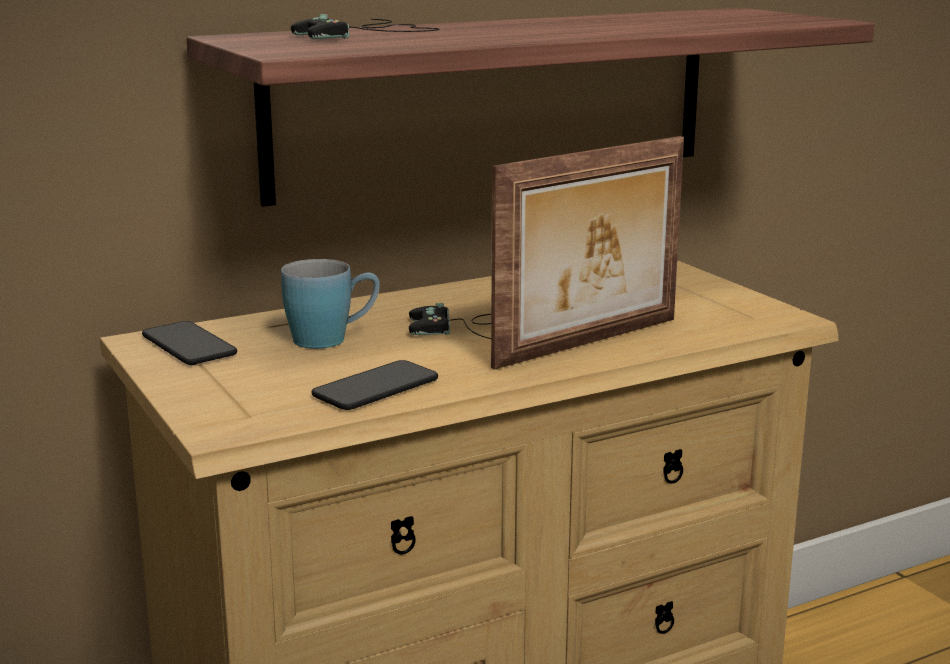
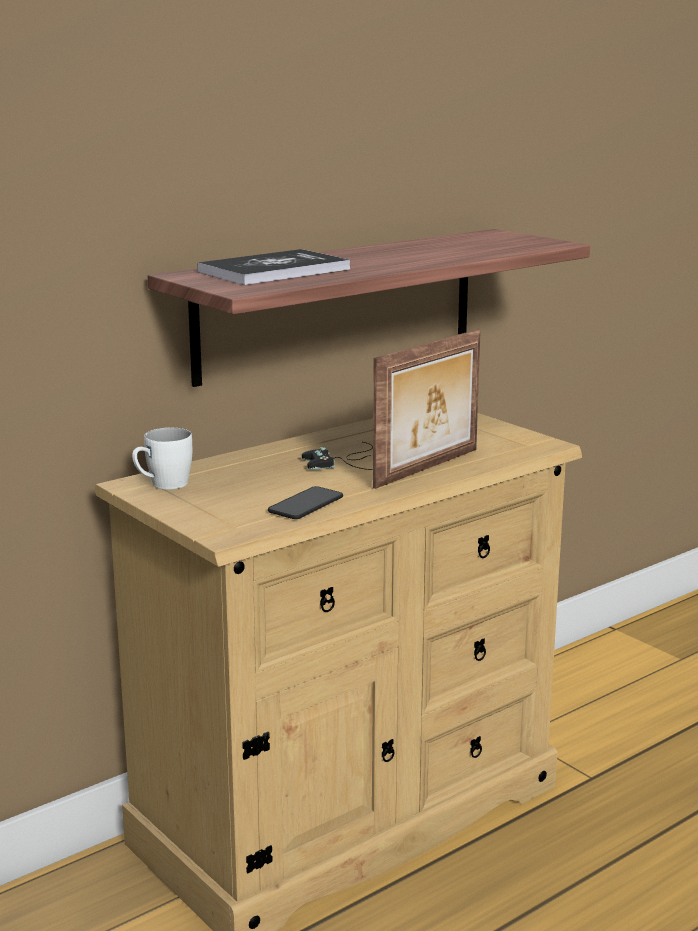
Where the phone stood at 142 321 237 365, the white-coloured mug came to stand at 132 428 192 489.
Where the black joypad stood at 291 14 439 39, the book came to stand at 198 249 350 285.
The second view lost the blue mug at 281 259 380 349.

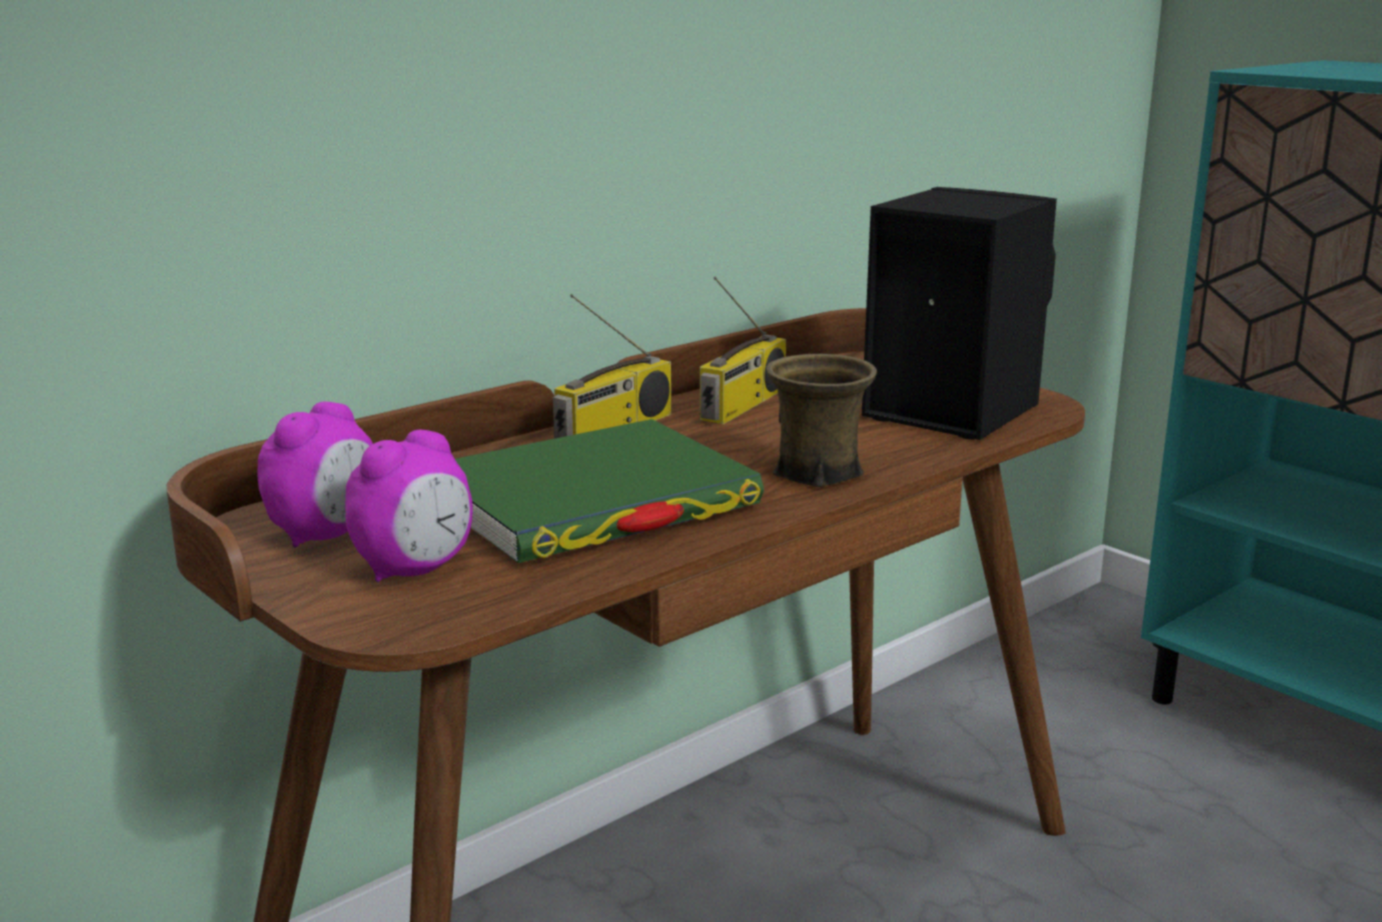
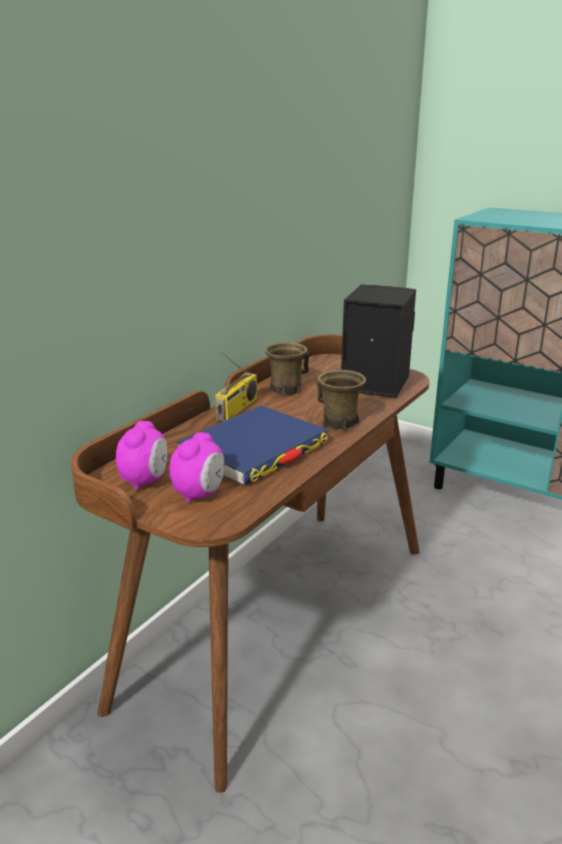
What was the green-coloured book at 455 419 764 563 turned into the blue book at 176 405 329 486.
Where the radio stood at 700 277 786 424, the brown mug came to stand at 264 342 310 396.

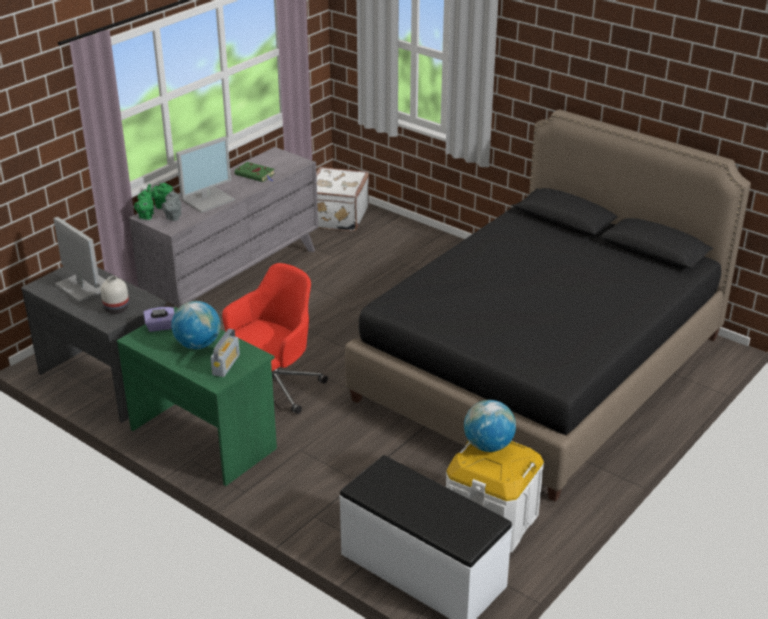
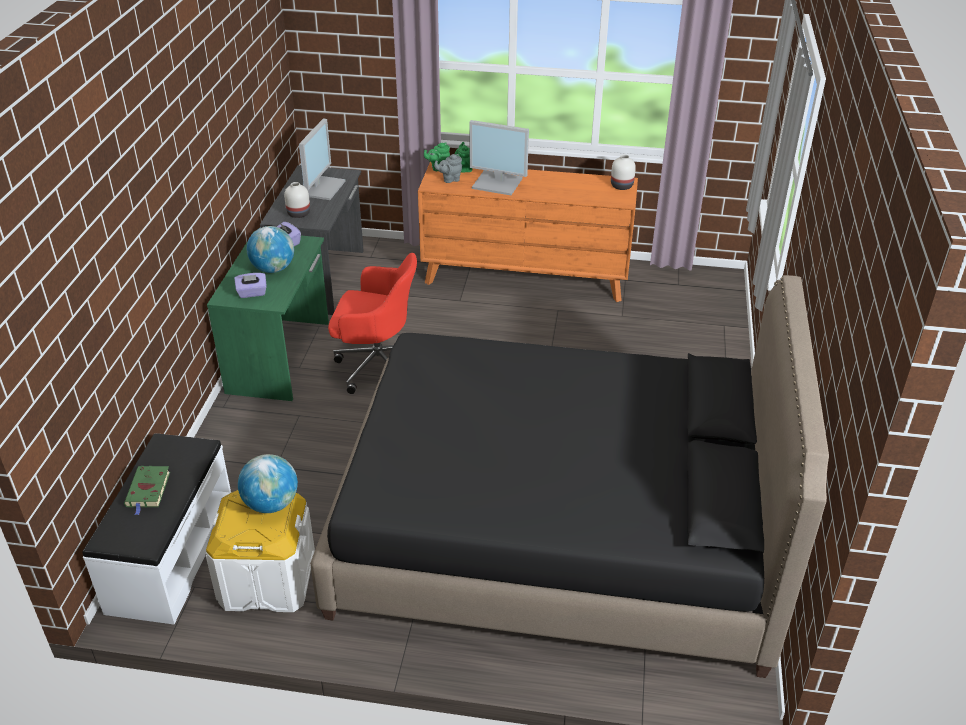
The green-coloured book ended up elsewhere, having gone from 235 162 274 182 to 124 466 170 515.
Where the radio stood at 210 329 240 377, the purple-coloured box of tissues came to stand at 234 273 267 298.
What was the grey dresser at 129 147 318 307 turned into the orange dresser at 418 162 638 302.
The second view gained the white-coloured flower vase at 611 154 636 190.
The second view lost the white-coloured piece of luggage at 316 167 369 232.

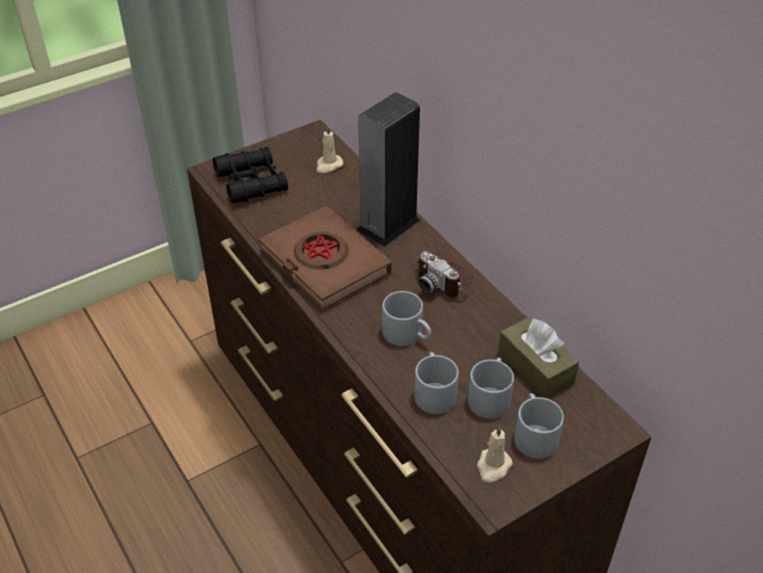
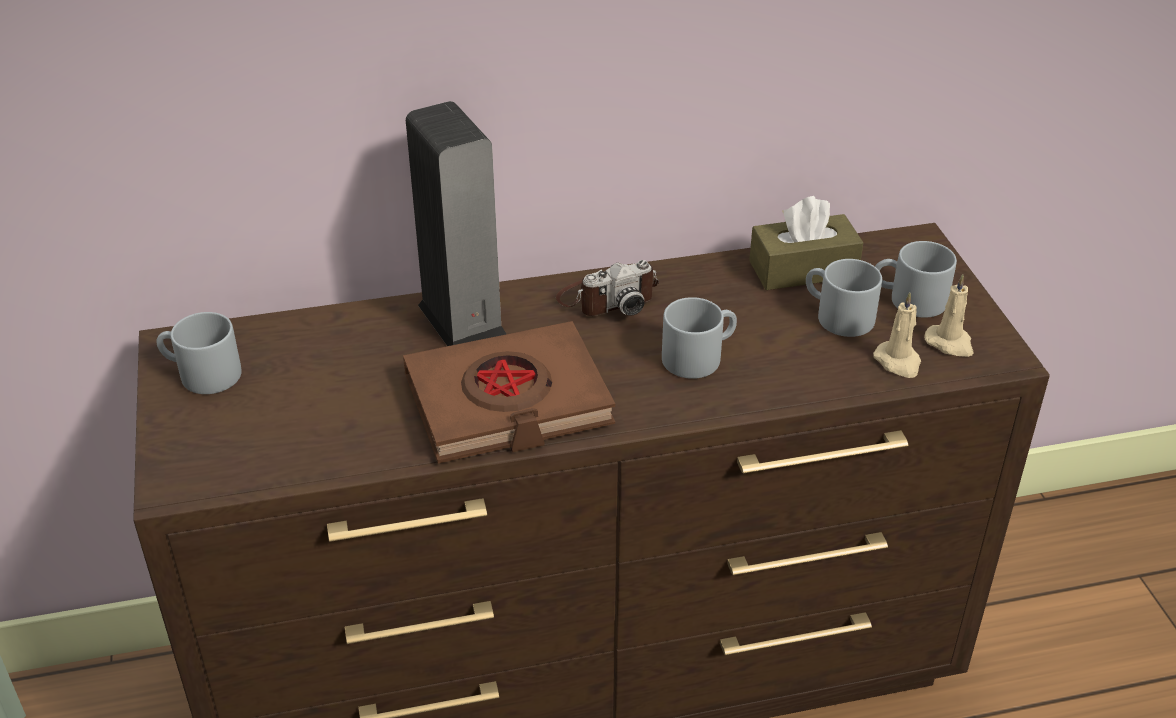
The grey mug ended up elsewhere, having gone from 414 352 459 414 to 156 312 242 394.
The sand-coloured wax candle ended up elsewhere, having gone from 316 125 343 173 to 873 292 921 378.
The second view lost the black pair of binoculars at 213 147 288 203.

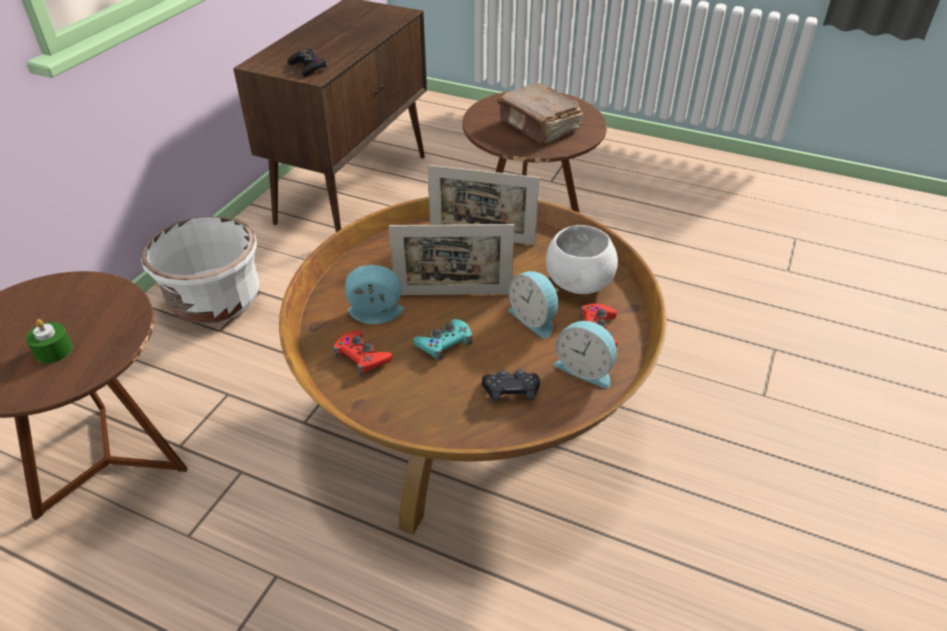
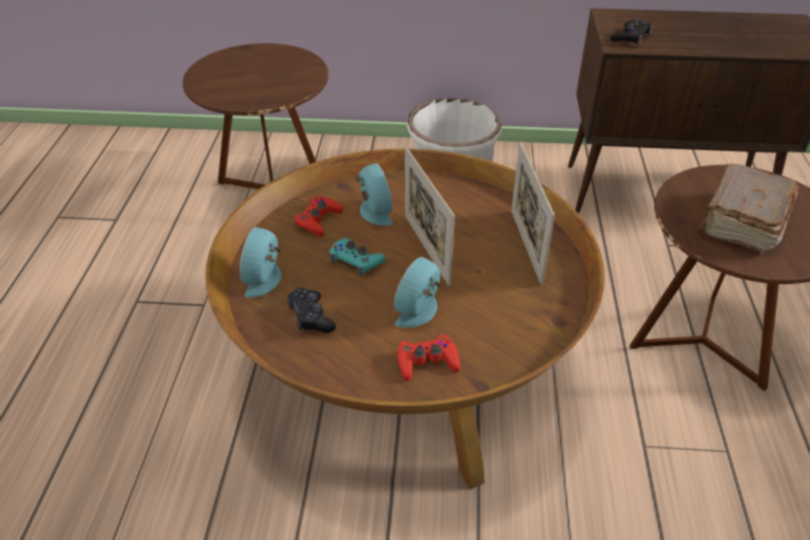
The alarm clock ended up elsewhere, having gone from 554 321 617 388 to 240 227 281 298.
The second view lost the green-coloured wax candle at 26 319 73 364.
The second view lost the white-coloured deep dish at 546 225 618 294.

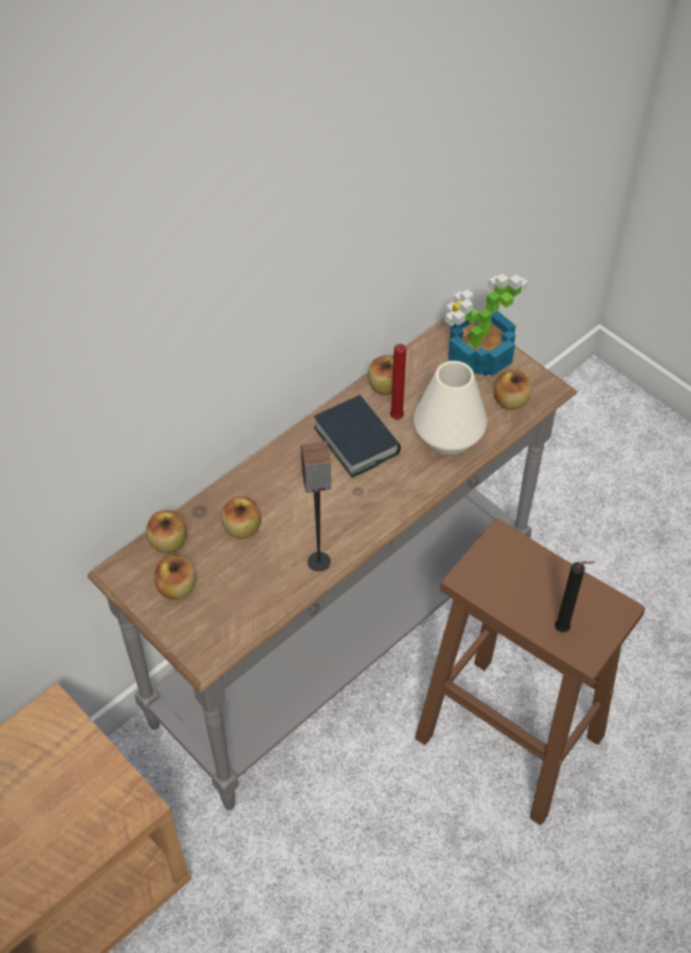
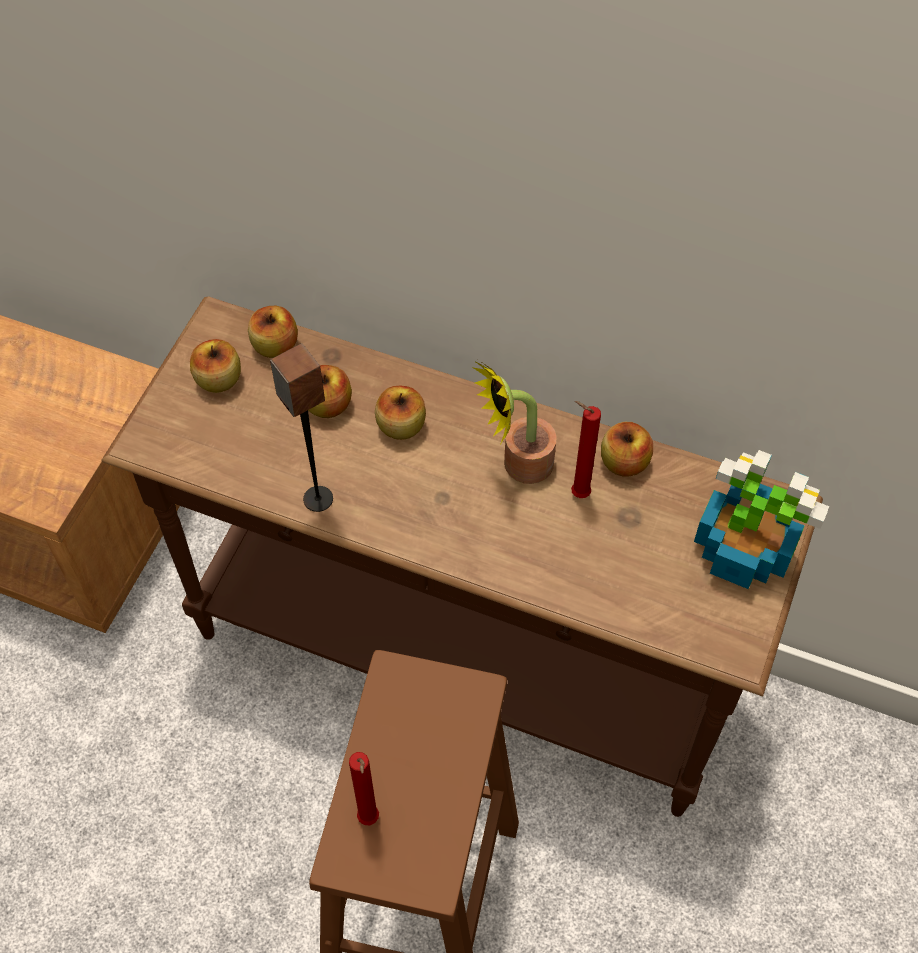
What was the grey console table at 87 317 577 810 turned into the brown console table at 101 296 823 817.
What was the black wax candle at 555 561 595 632 turned into the red-coloured wax candle at 349 752 379 825.
The whole apple ended up elsewhere, having gone from 494 370 532 410 to 375 386 426 440.
Where the book stood at 314 395 401 478, the plant in a pot came to stand at 474 361 557 484.
The second view lost the white-coloured flower vase at 413 361 487 456.

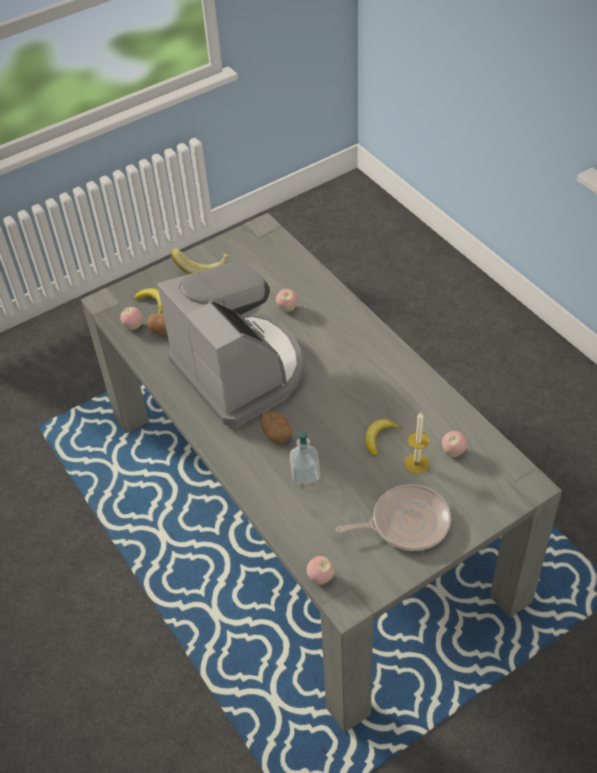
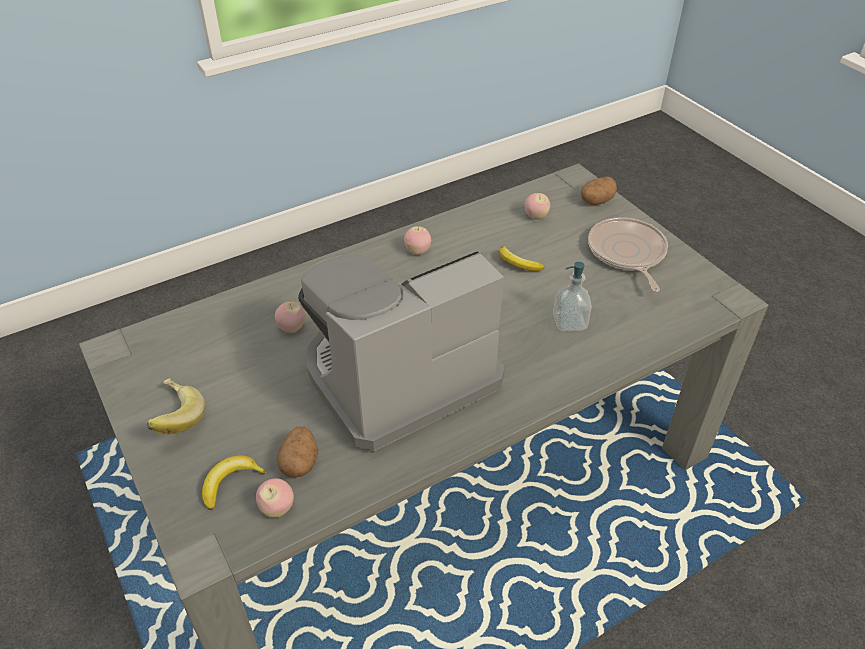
The whole apple ended up elsewhere, having gone from 307 556 335 585 to 404 226 431 255.
The potato ended up elsewhere, having gone from 261 411 292 443 to 581 177 617 205.
The second view lost the wax candle at 404 412 430 474.

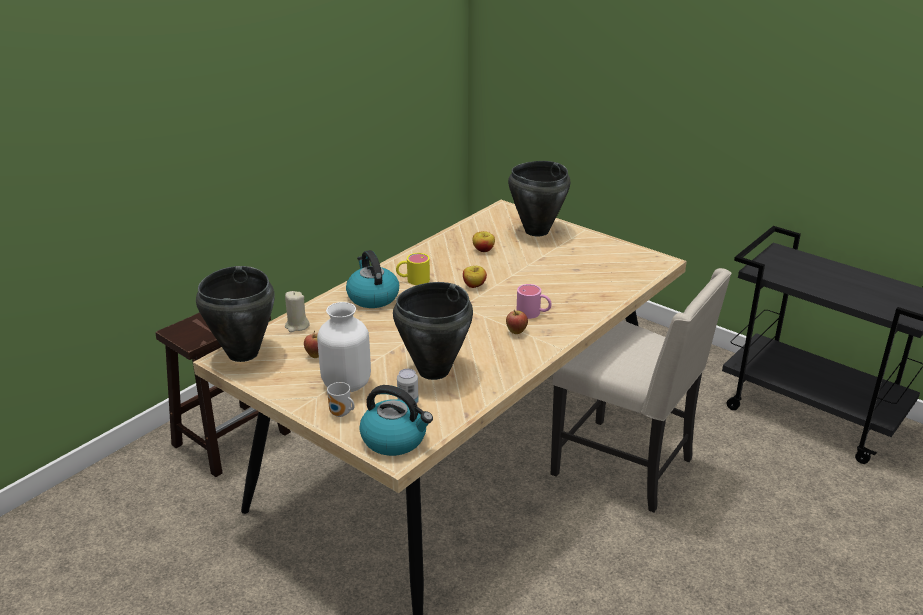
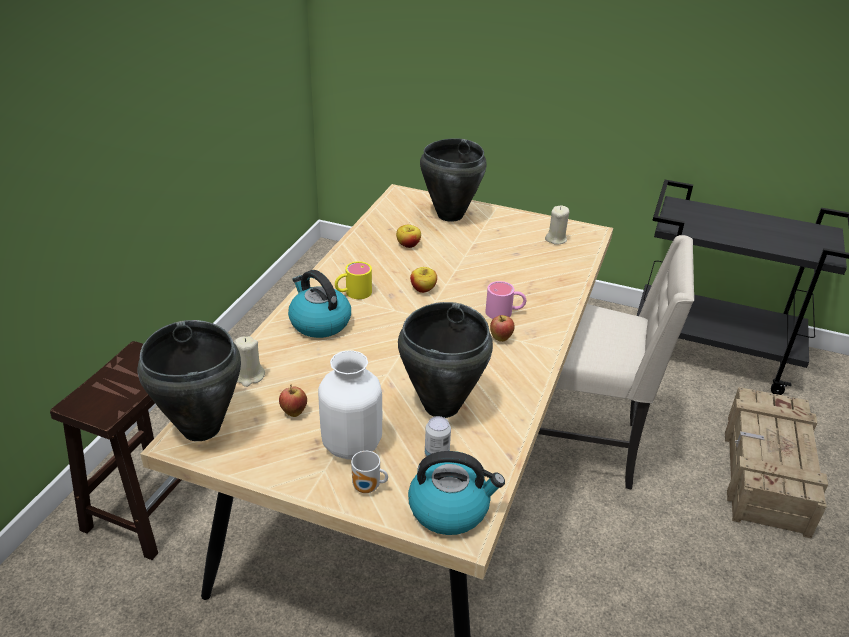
The second view gained the sand-coloured wax candle at 545 205 570 245.
The second view gained the packing crate at 725 387 828 538.

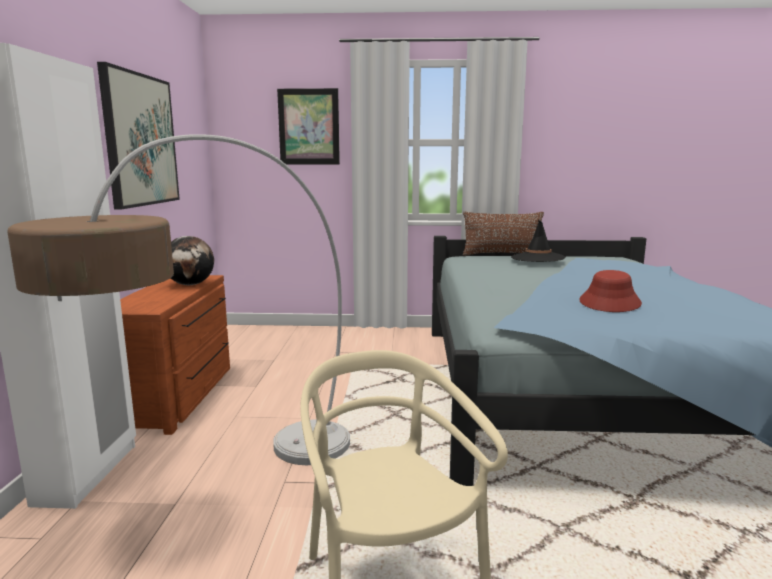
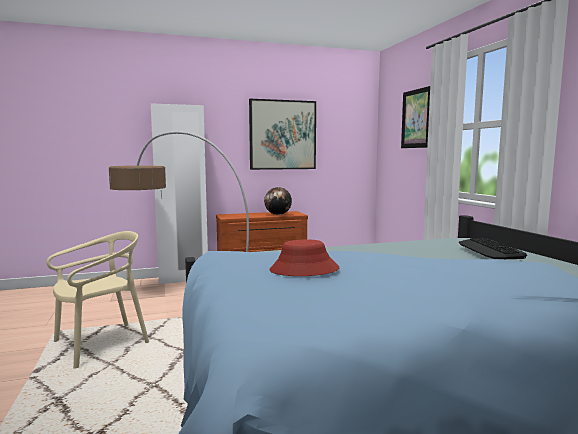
Where the black clothing hat stood at 511 220 566 262, the PC keyboard came to stand at 459 238 527 259.
The second view lost the brown throw pillow at 463 211 544 256.

